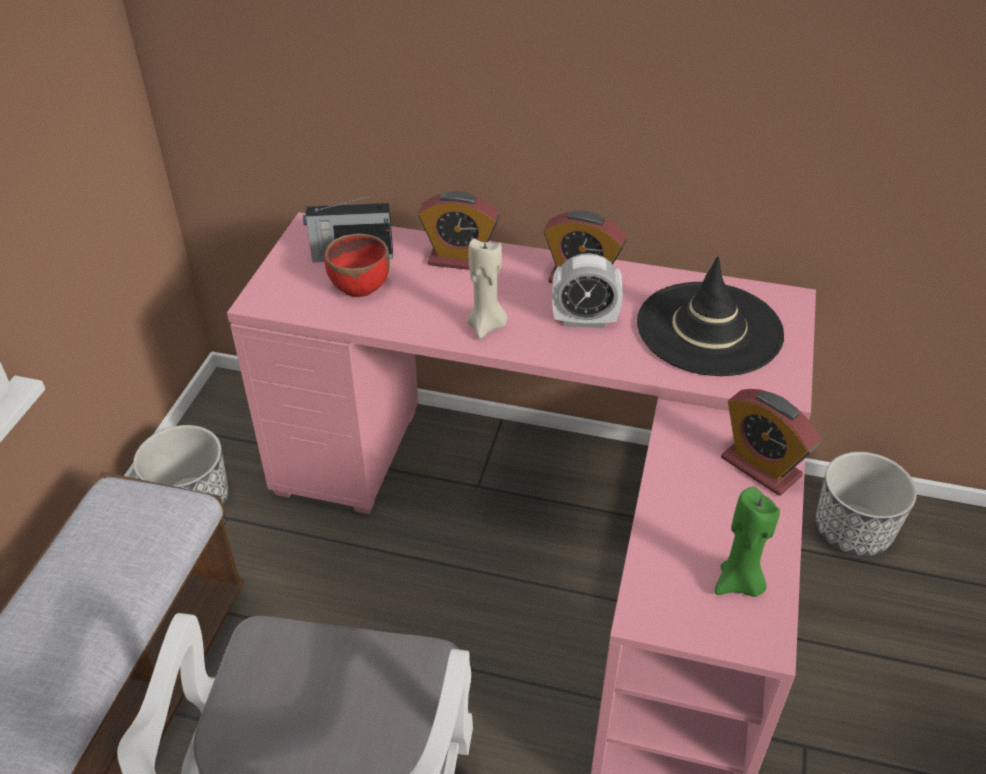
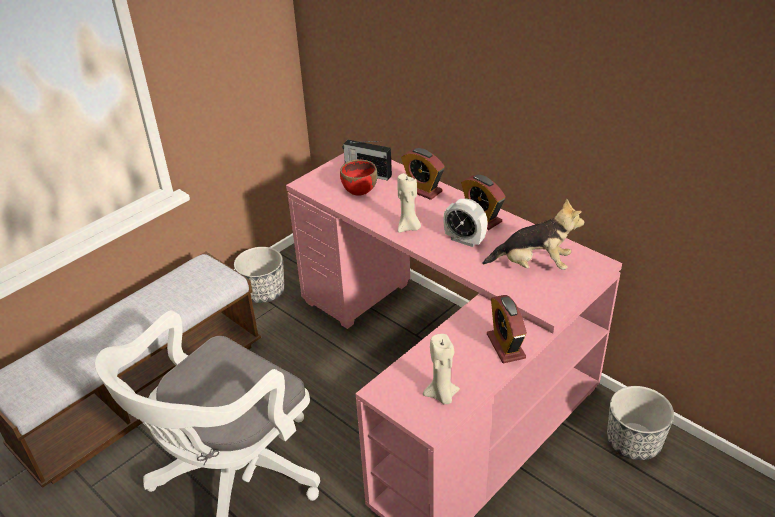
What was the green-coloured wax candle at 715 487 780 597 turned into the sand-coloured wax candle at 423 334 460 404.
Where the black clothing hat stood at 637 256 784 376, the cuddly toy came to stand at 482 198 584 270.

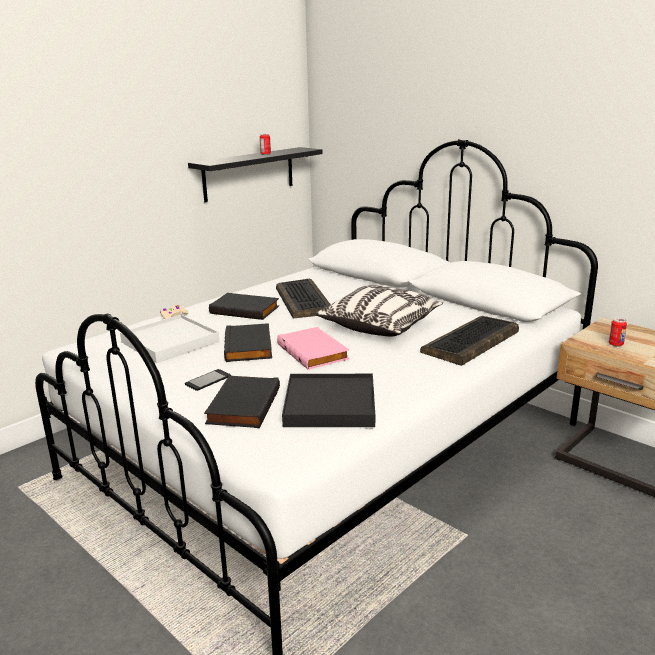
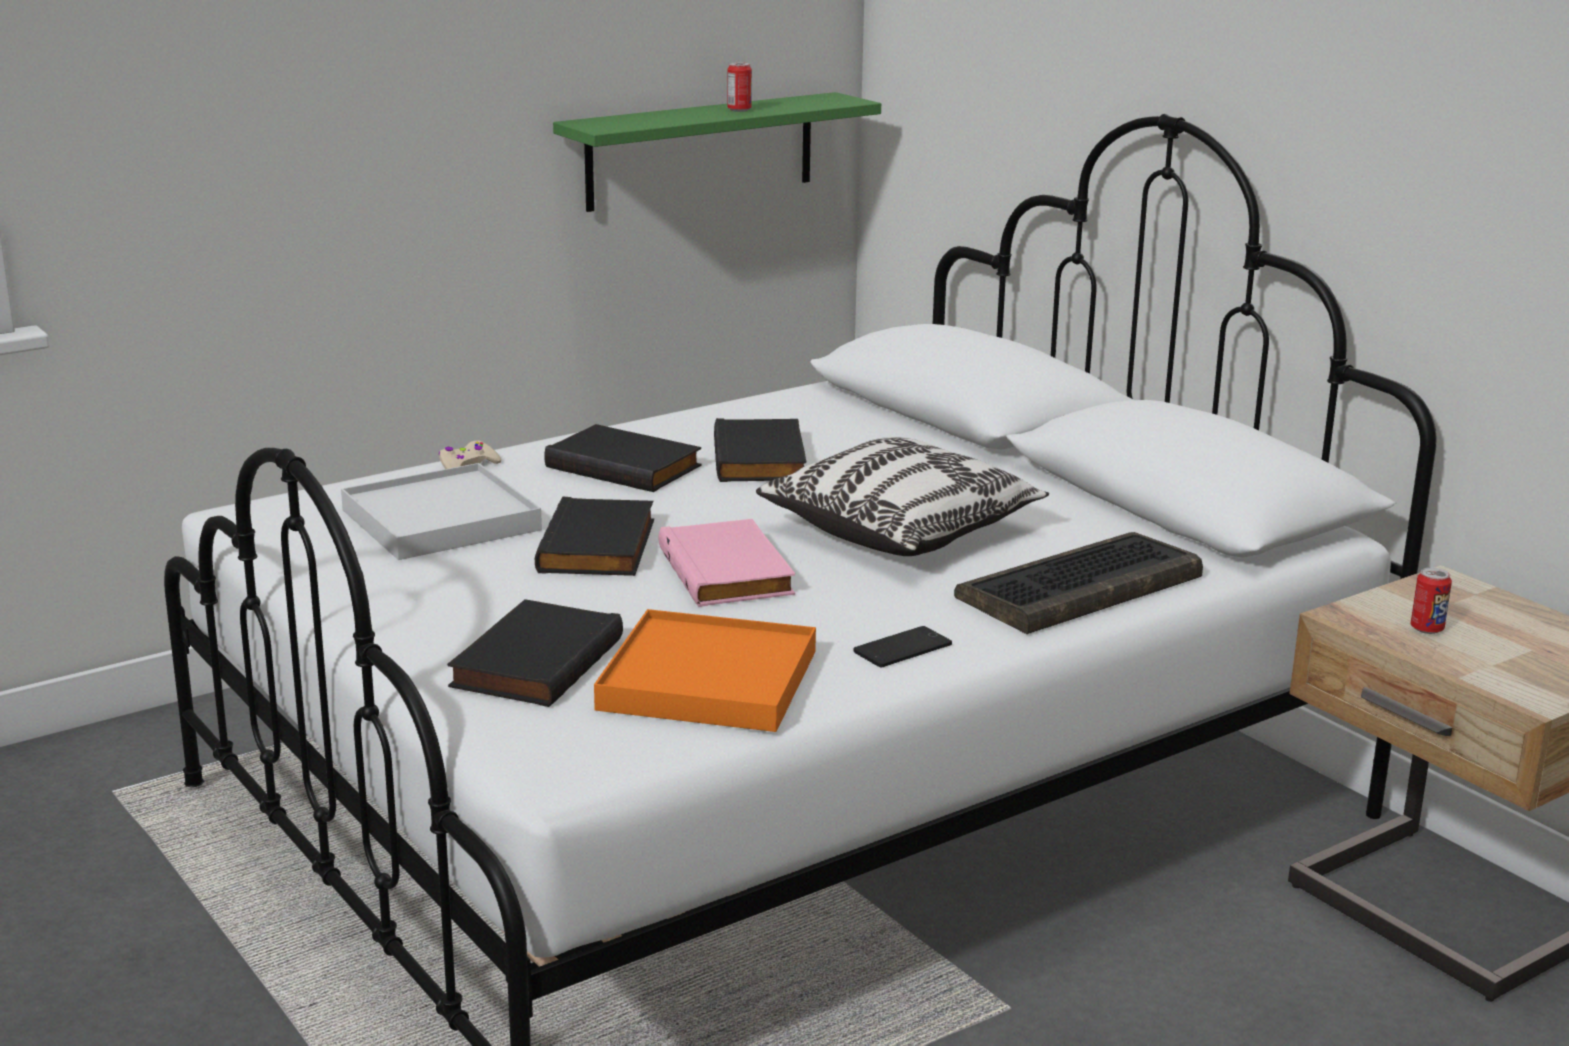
What was the black bracket shelf at 188 147 322 202 turned into the green-coloured bracket shelf at 553 92 881 212.
What was the black carrying tray at 282 374 375 427 turned into the orange carrying tray at 594 609 816 732.
Where the PC keyboard stood at 276 279 331 318, the black book came to stand at 714 418 806 482.
The phone ended up elsewhere, having gone from 185 369 231 391 to 854 626 952 668.

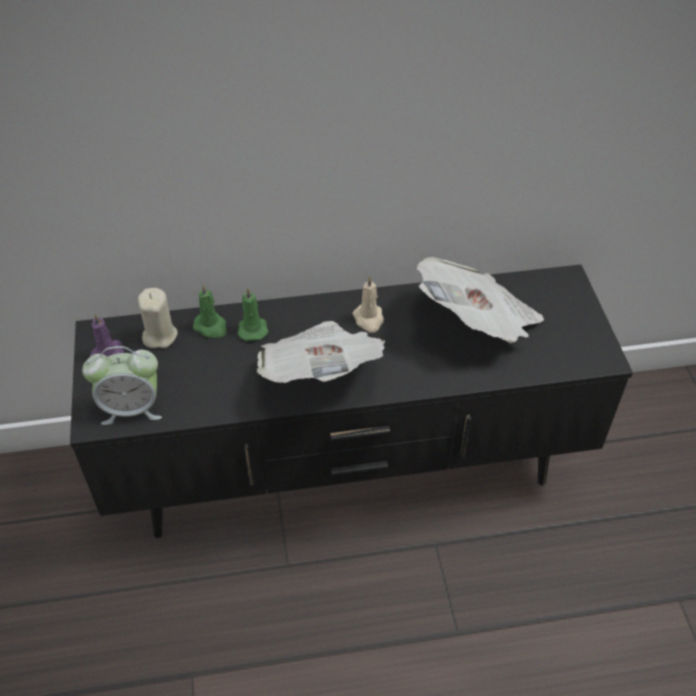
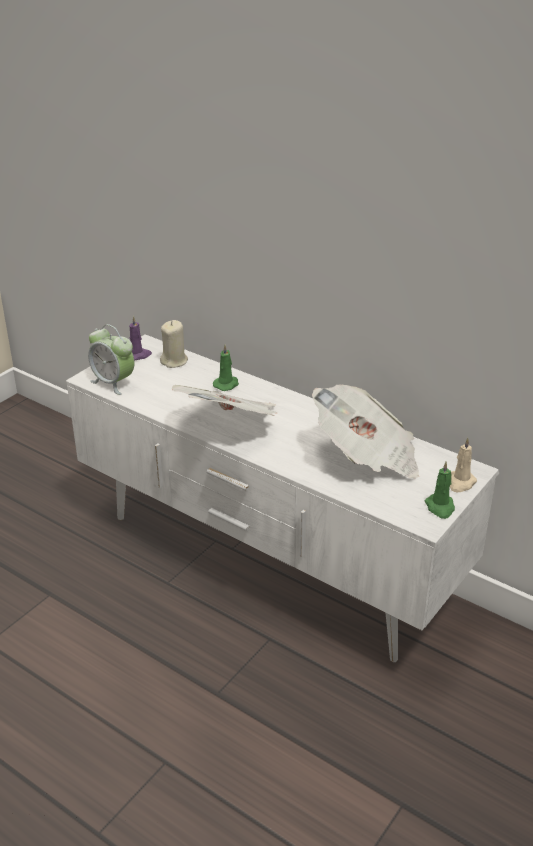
What was the black tv stand at 70 264 633 538 turned into the white-coloured tv stand at 66 334 499 662.
The green-coloured wax candle ended up elsewhere, having gone from 193 284 226 337 to 425 461 455 519.
The sand-coloured wax candle ended up elsewhere, having gone from 352 276 384 333 to 450 438 477 493.

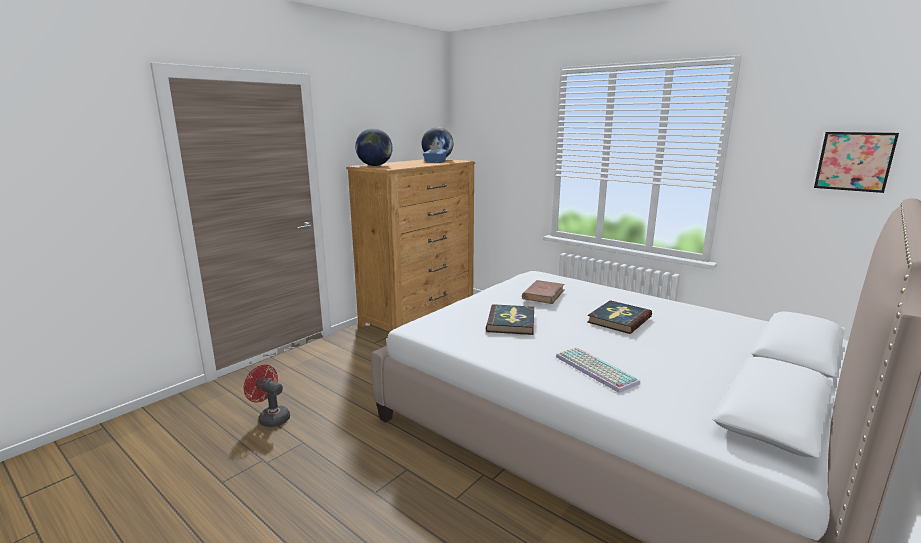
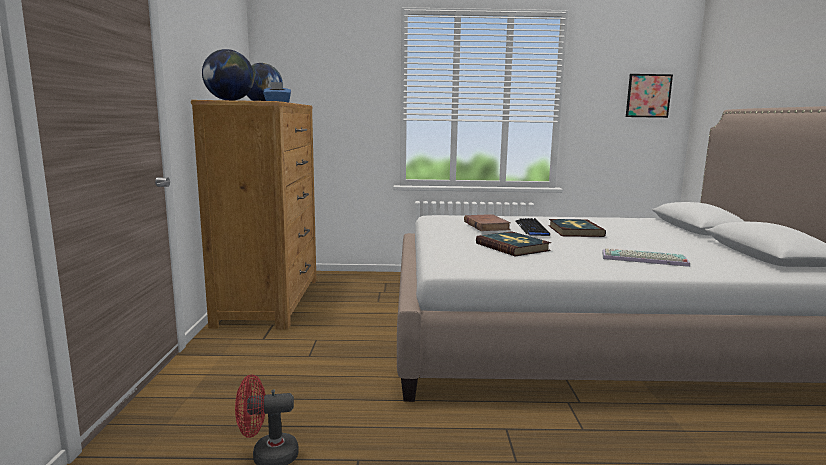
The second view gained the PC keyboard at 516 218 550 236.

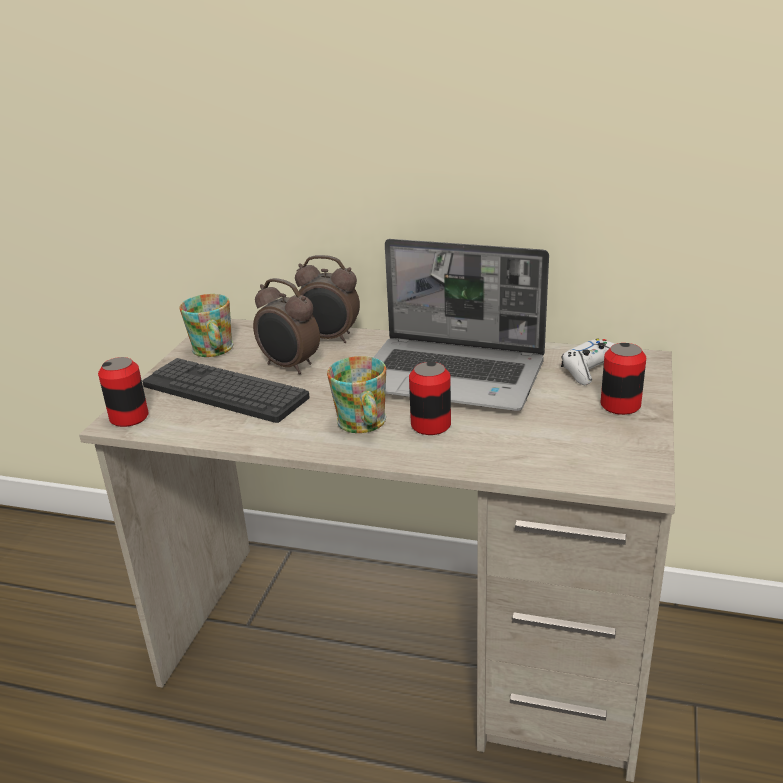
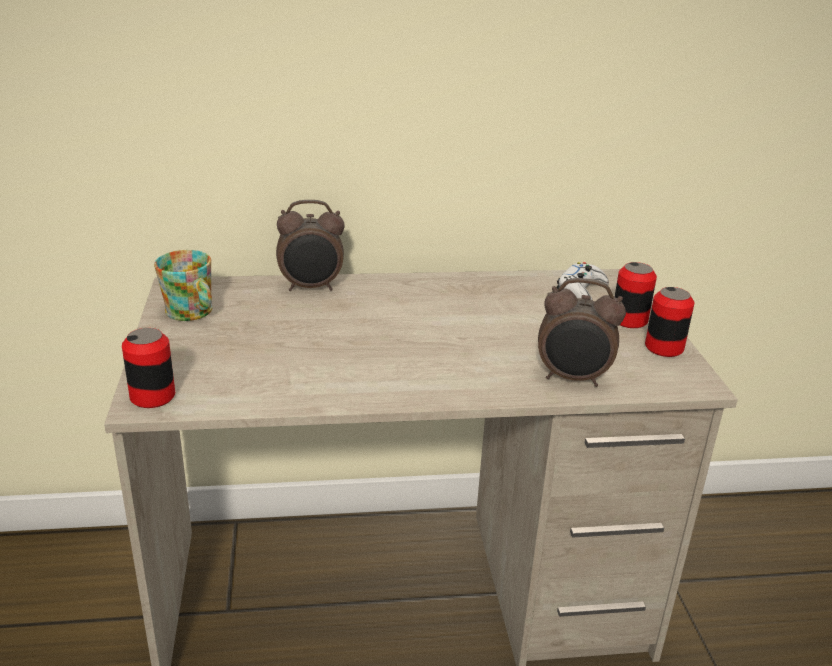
The alarm clock ended up elsewhere, having gone from 253 278 320 374 to 538 278 626 387.
The metal can ended up elsewhere, having gone from 409 362 451 435 to 645 287 694 357.
The second view lost the PC keyboard at 142 358 310 423.
The second view lost the mug at 327 356 386 433.
The second view lost the laptop at 373 239 549 411.

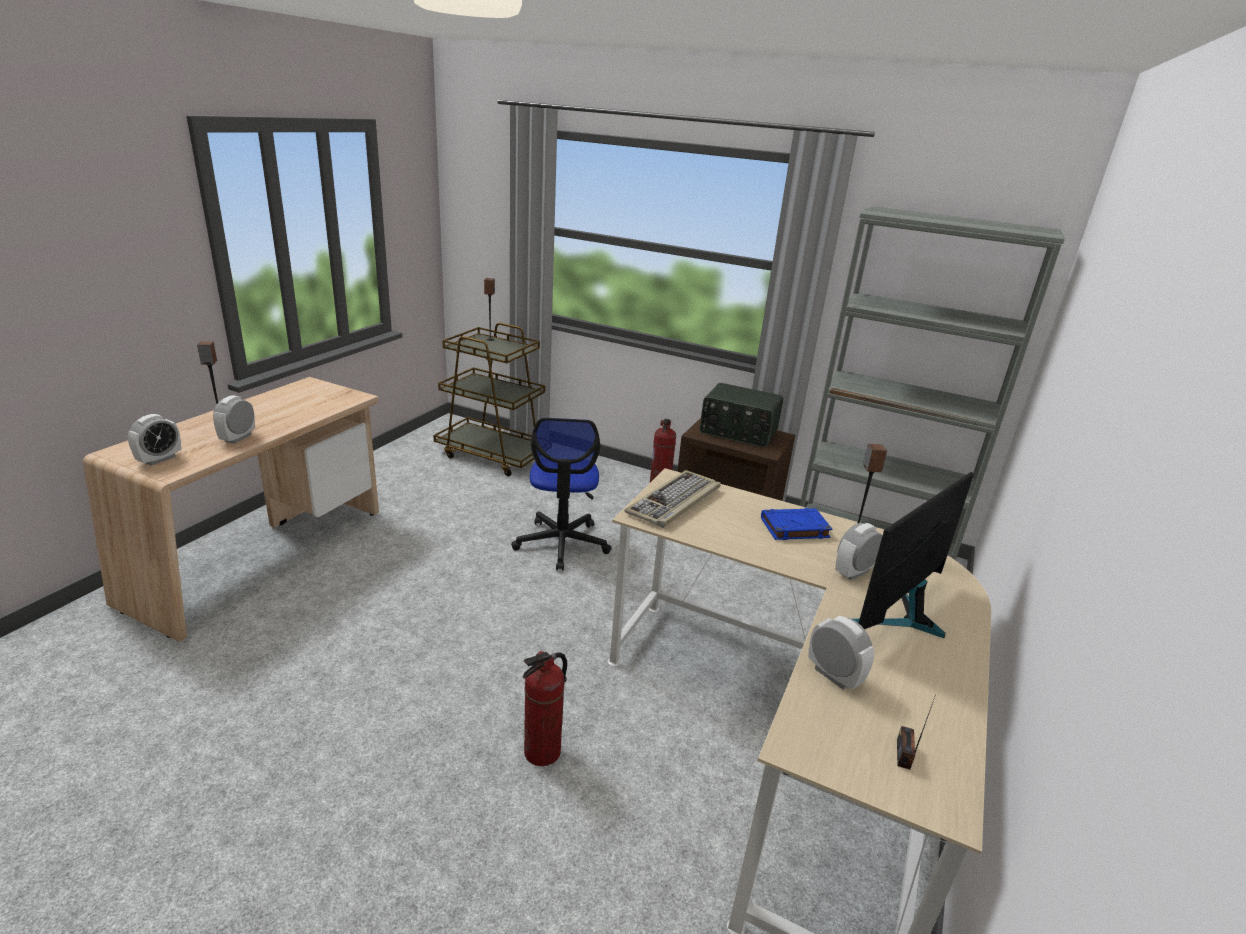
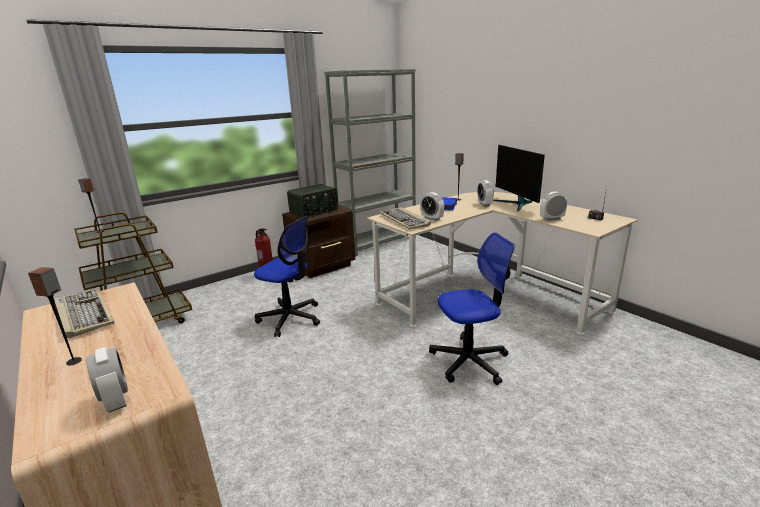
The second view gained the PC keyboard at 55 288 114 338.
The alarm clock ended up elsewhere, having gone from 213 395 255 444 to 421 192 444 221.
Where the fire-fighting cylinder stood at 522 651 567 766, the office chair came to stand at 429 233 515 385.

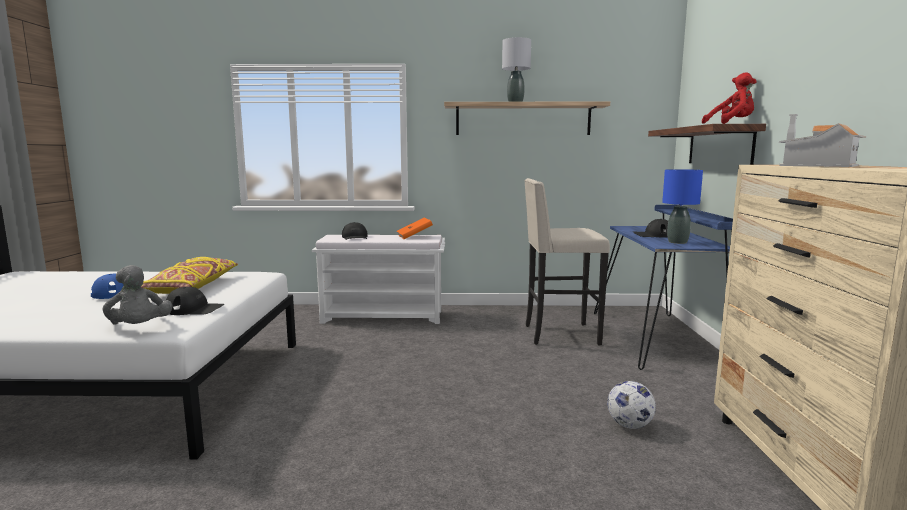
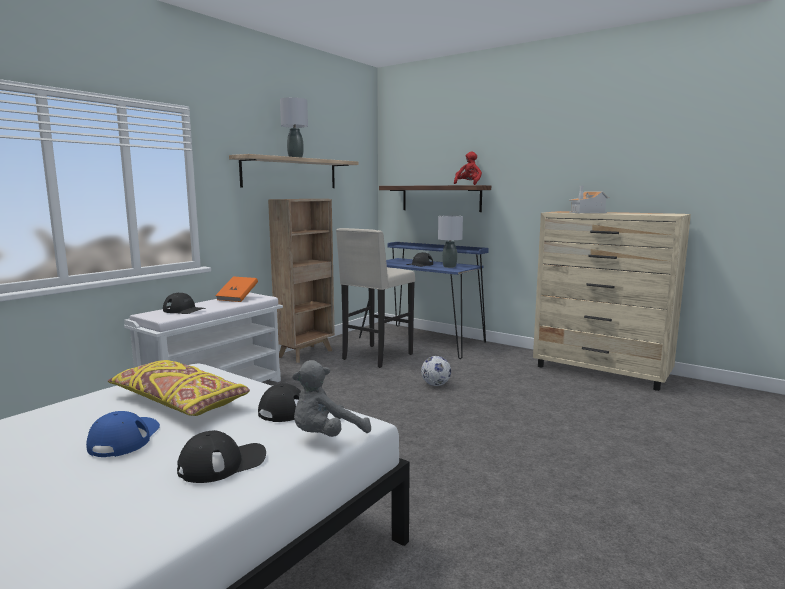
The second view gained the black cap at 177 430 266 483.
The second view gained the brown bookcase at 268 199 335 363.
The grey cuddly toy at 102 265 173 324 ended up facing another way, 135 degrees clockwise from before.
The football ball ended up elsewhere, having gone from 607 381 656 429 to 421 356 451 386.
What was the blue lamp for a table at 662 169 703 244 turned into the grey lamp for a table at 438 216 463 268.

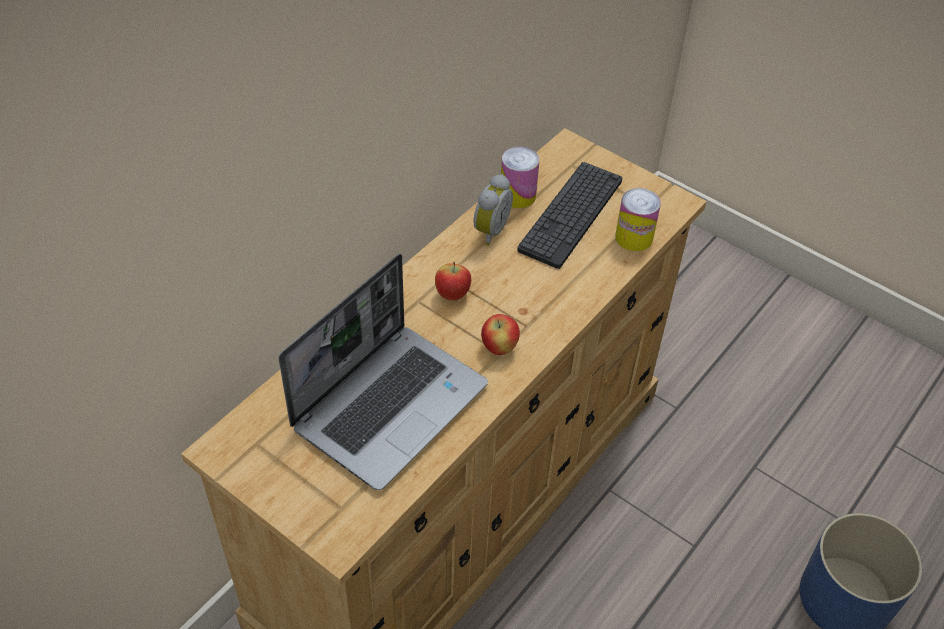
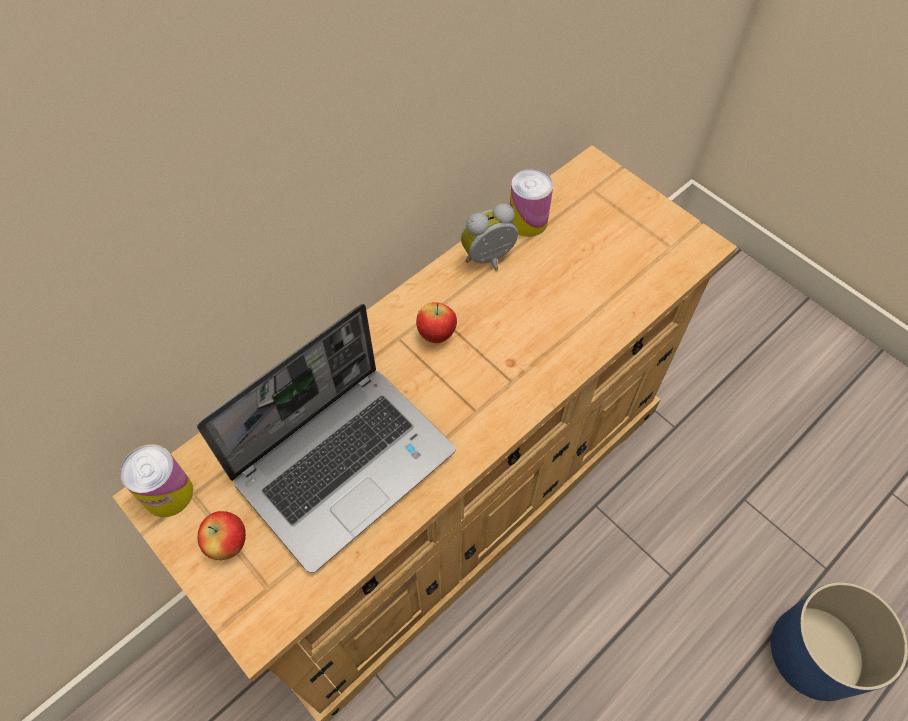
The metal can ended up elsewhere, having gone from 615 188 661 251 to 120 444 193 517.
The whole apple ended up elsewhere, having gone from 481 314 520 355 to 198 511 246 560.
The alarm clock at 474 174 513 246 ended up facing another way, 150 degrees counterclockwise from before.
The second view lost the PC keyboard at 517 162 622 269.

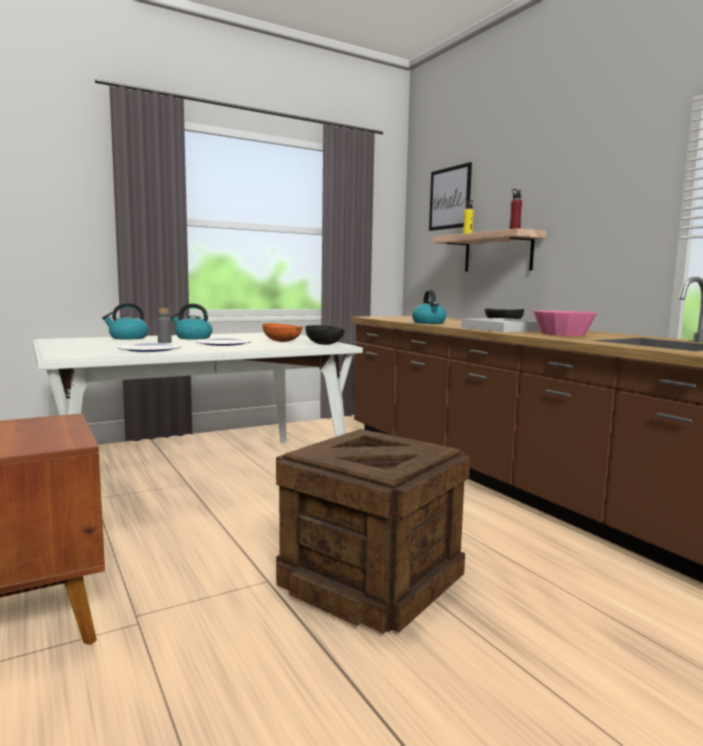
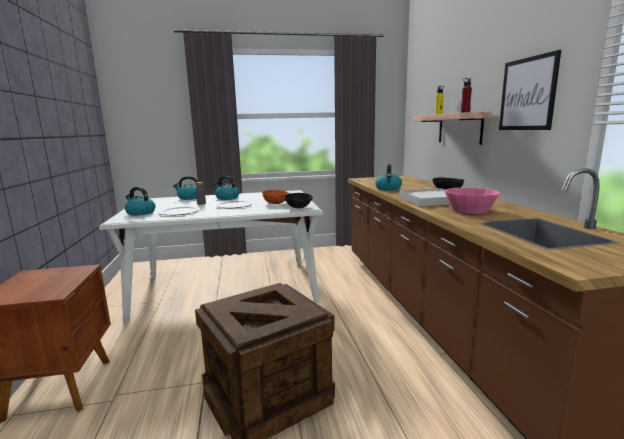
The second view gained the water kettle at 125 187 156 216.
The wall art ended up elsewhere, having gone from 429 162 472 231 to 499 50 561 130.

